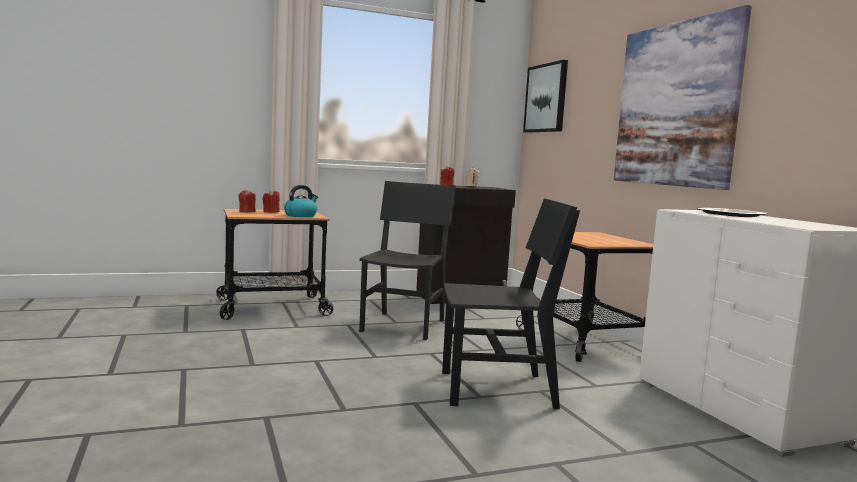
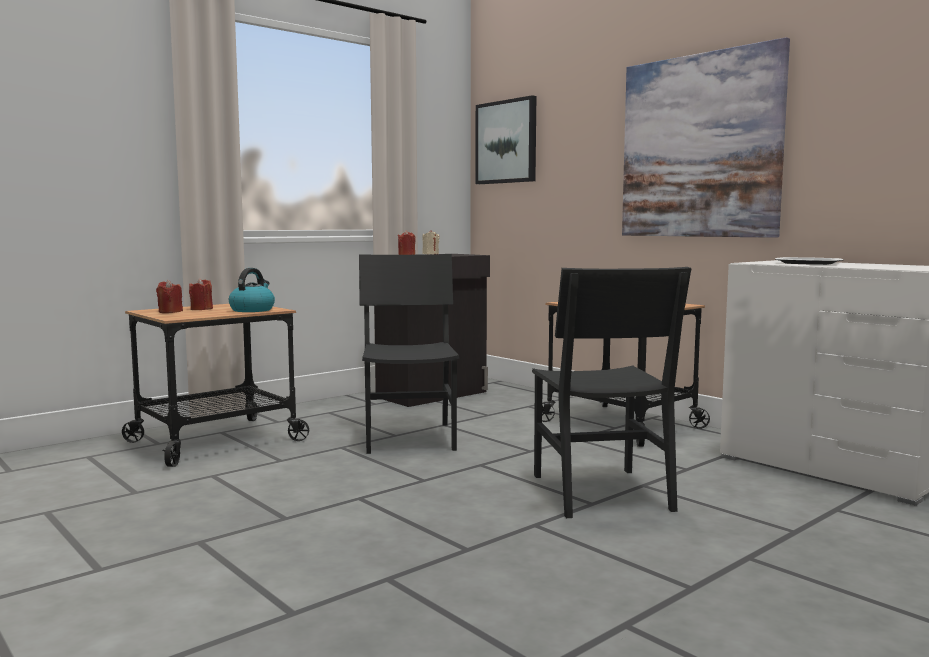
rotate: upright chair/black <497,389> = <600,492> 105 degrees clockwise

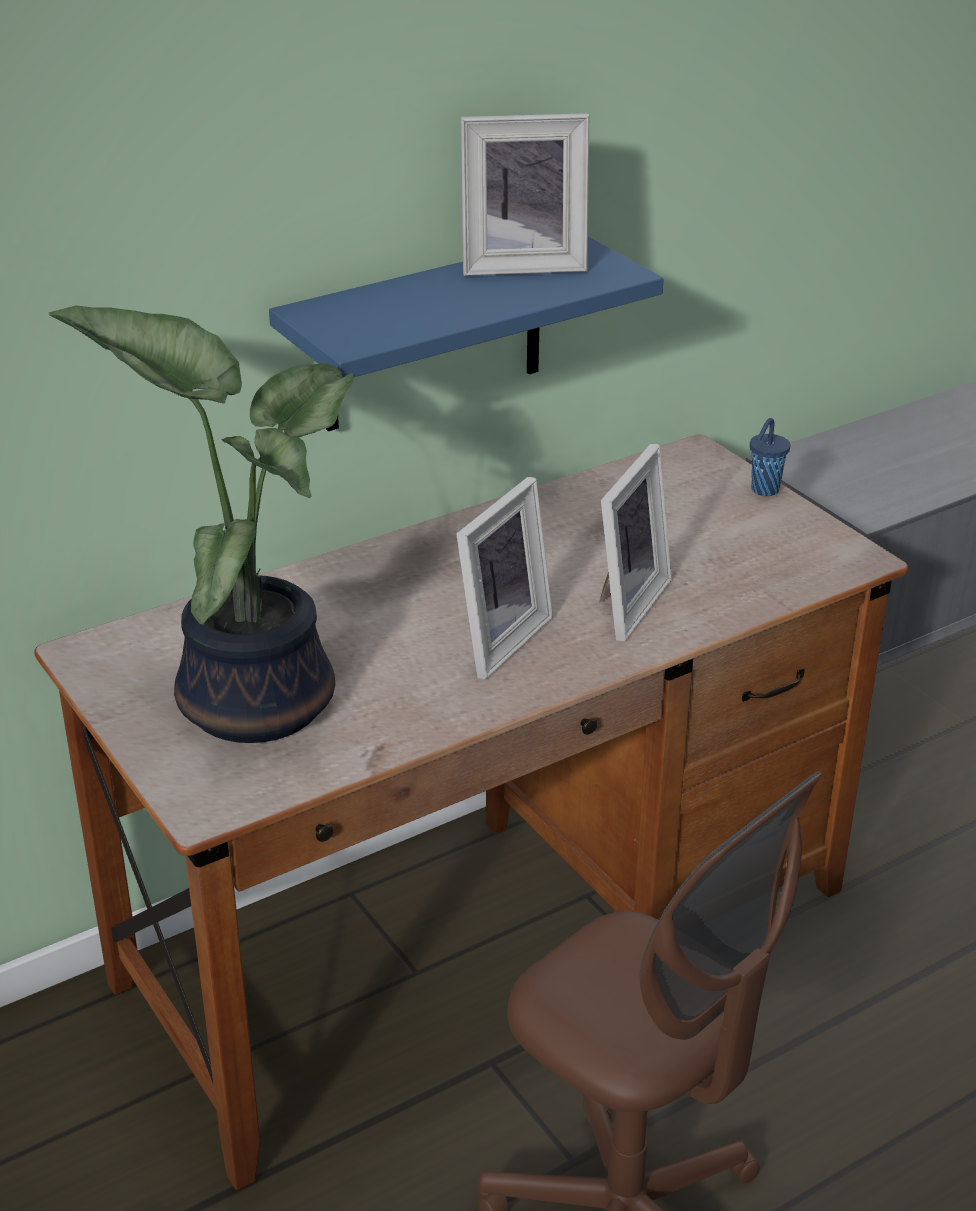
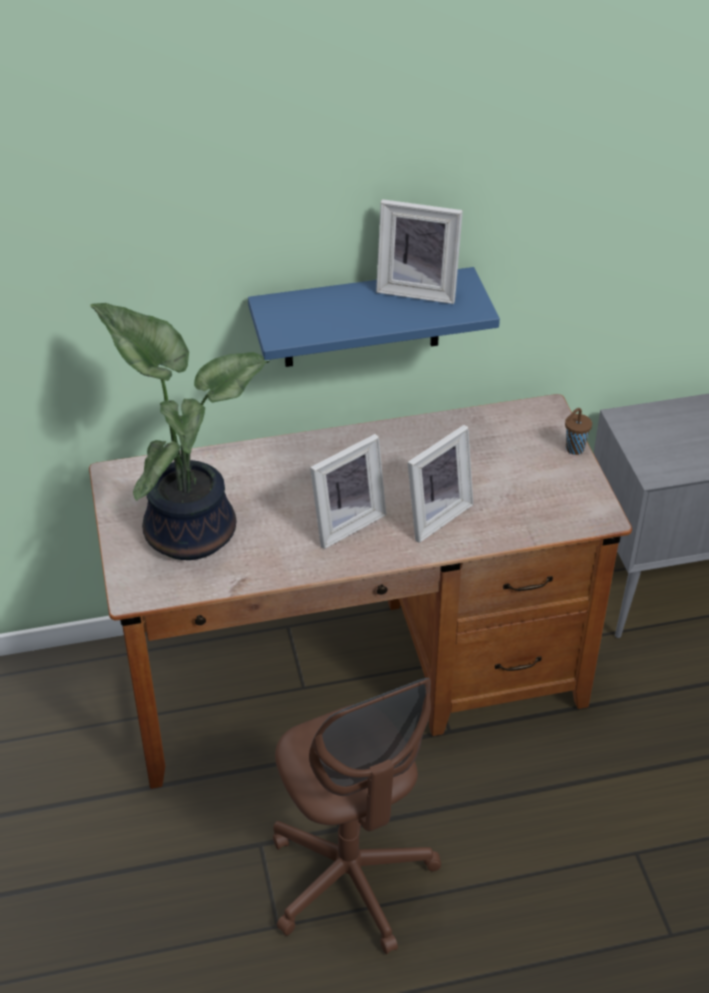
recolor: cup/blue <764,490> to cup/brown-coloured <573,449>

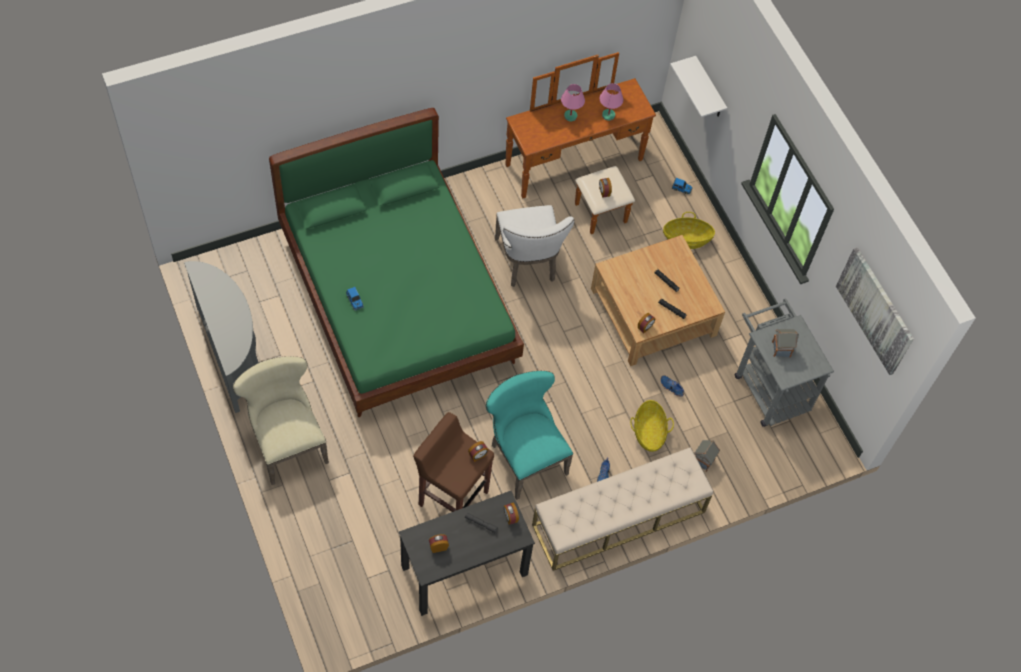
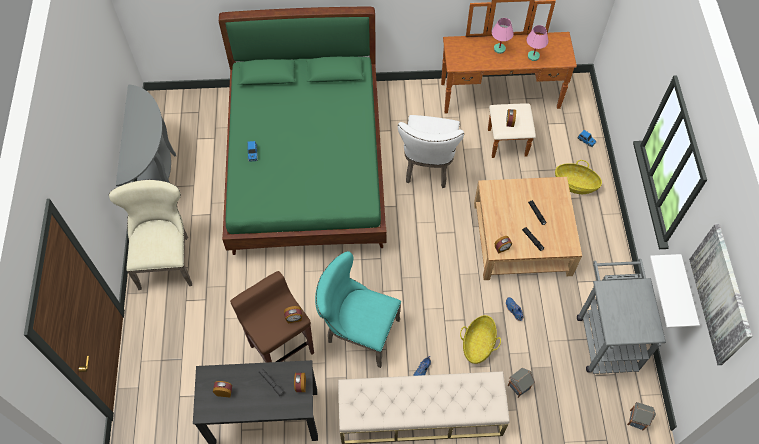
move: bracket shelf/white-coloured <709,89> to <685,294>; toy house <781,349> to <637,420>
rotate: upright chair/turquoise-coloured <524,456> = <358,331> 60 degrees counterclockwise

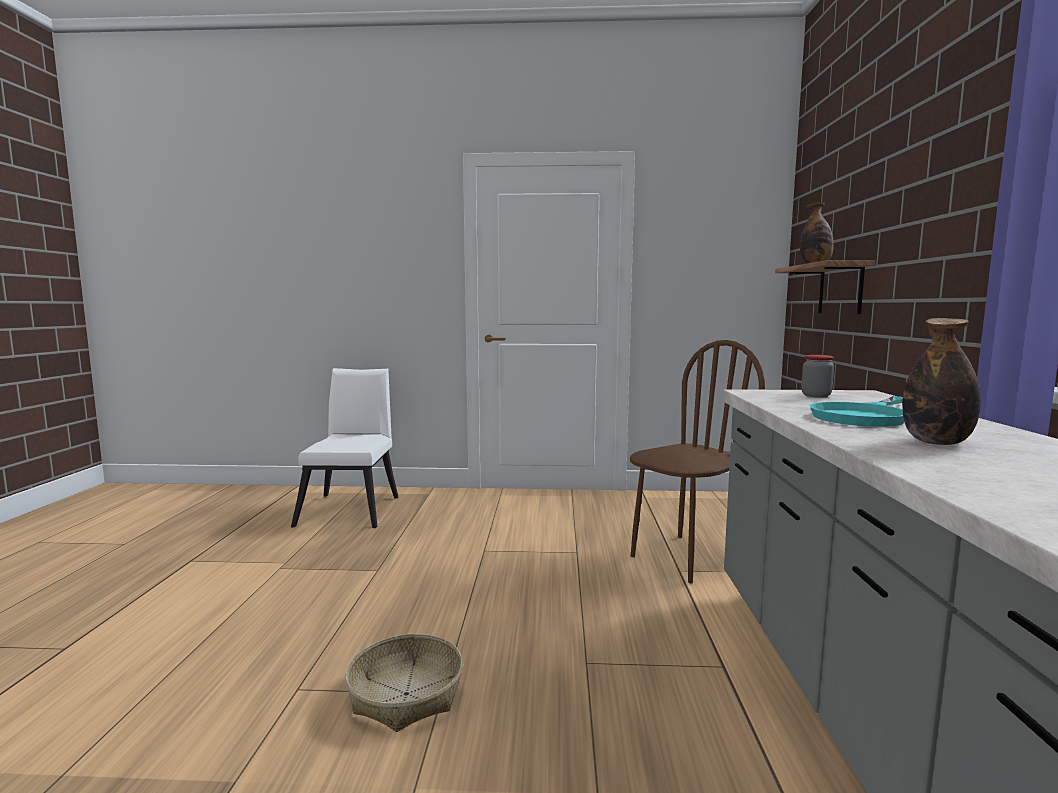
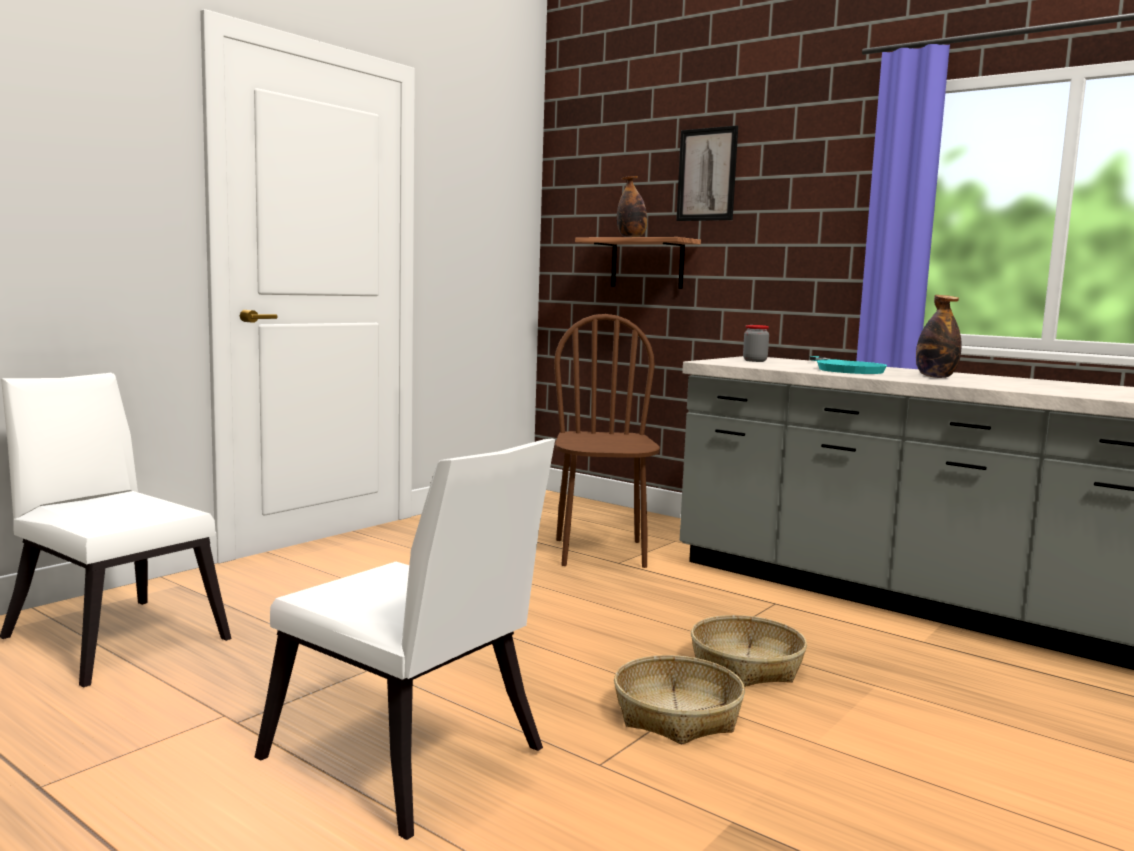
insert: wall art <707,174>; upright chair/white-coloured <411,763>; basket <746,665>

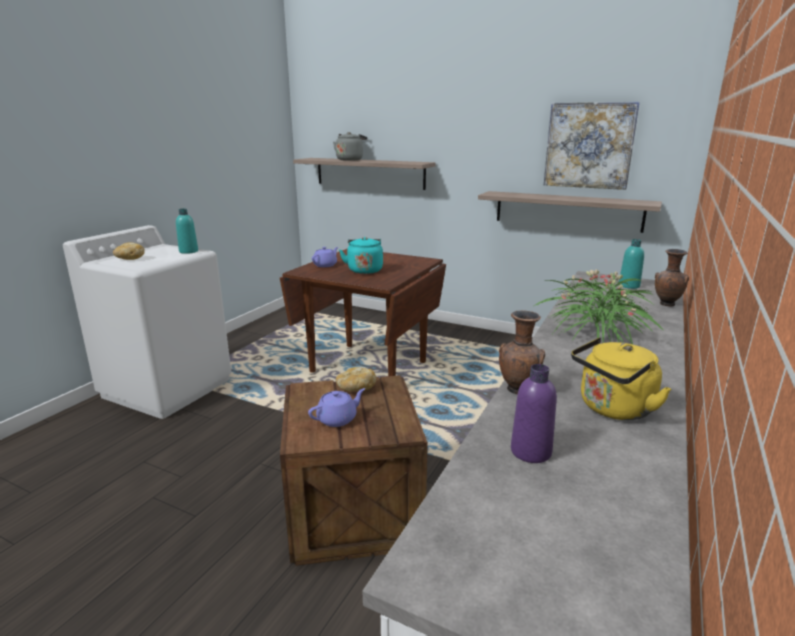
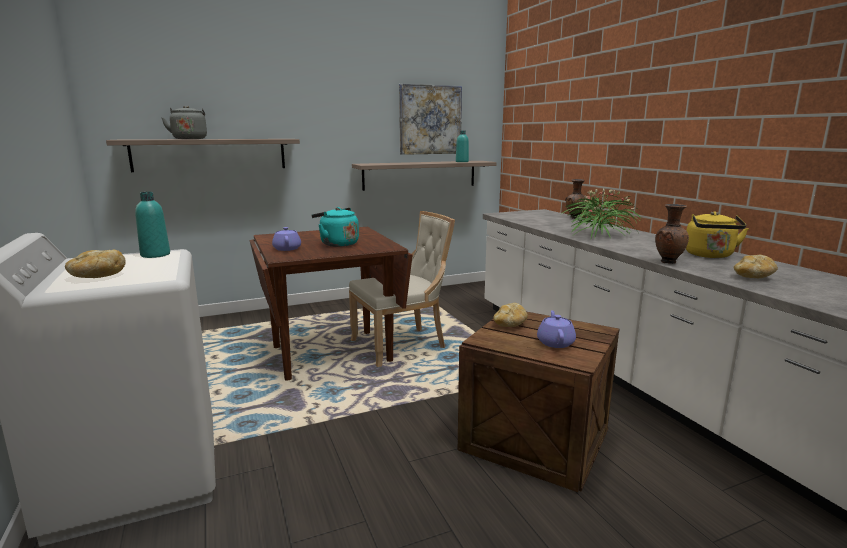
insert: upright chair/beige-coloured <402,345>
move: bottle/turquoise-coloured <629,286> to <462,162>
replace: bottle/purple <530,451> to baked bread <753,277>

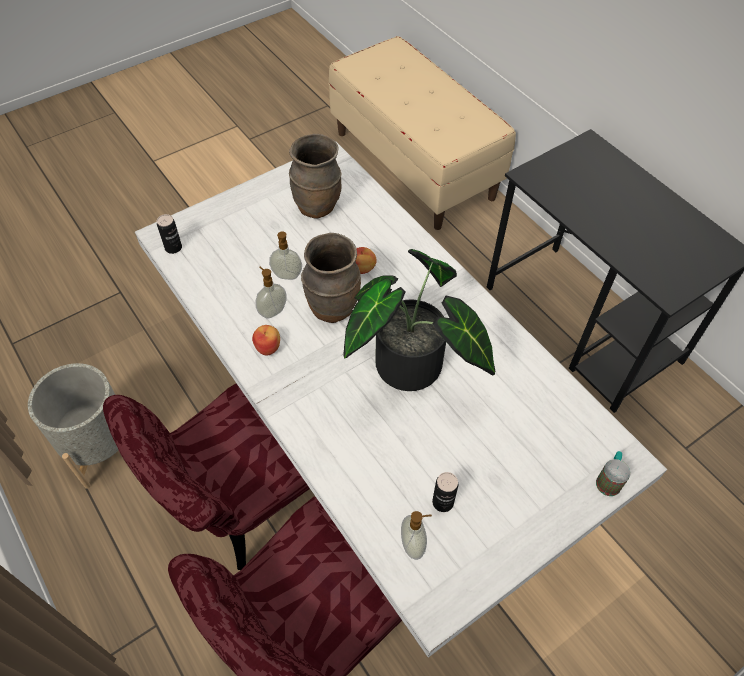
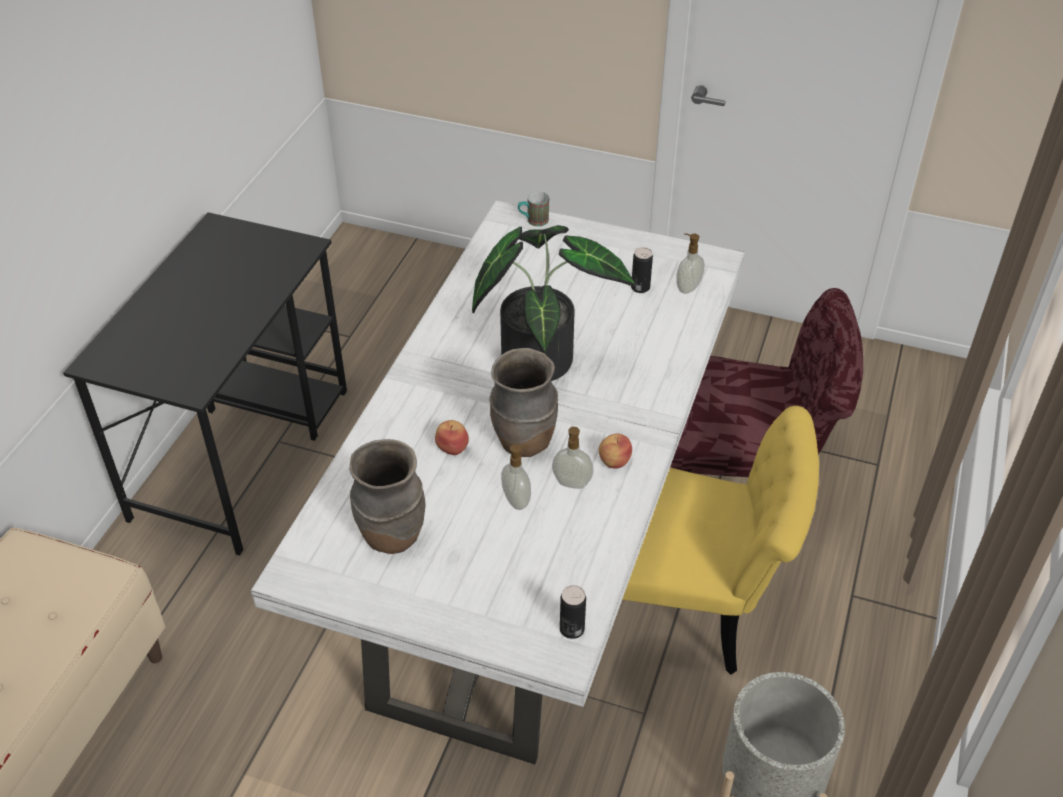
recolor: upright chair/reddish <242,504> to upright chair/yellowish <695,609>

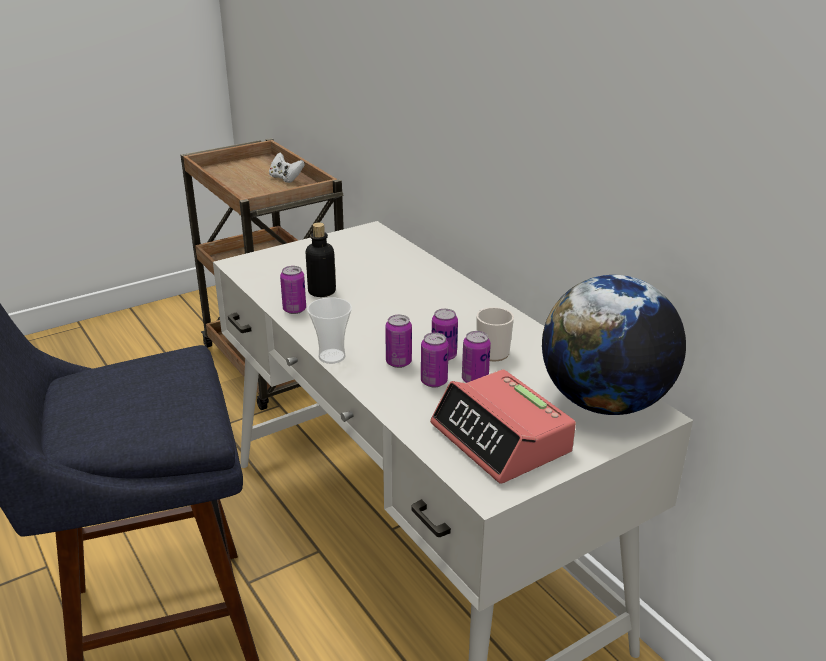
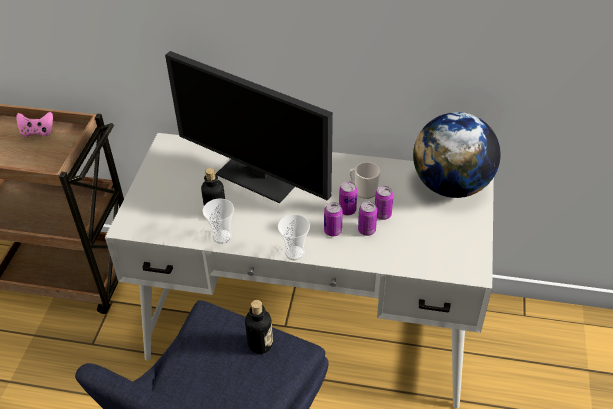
delete: table clock <501,439>
insert: computer display <261,175>; bottle <260,344>
replace: can <294,309> to cup <222,236>
recolor: game controller/white-coloured <286,178> to game controller/pink-coloured <37,132>

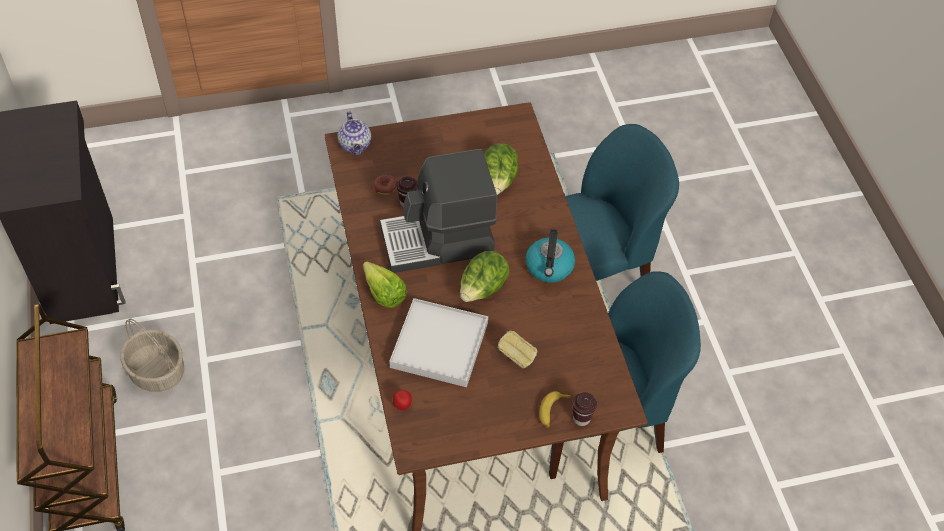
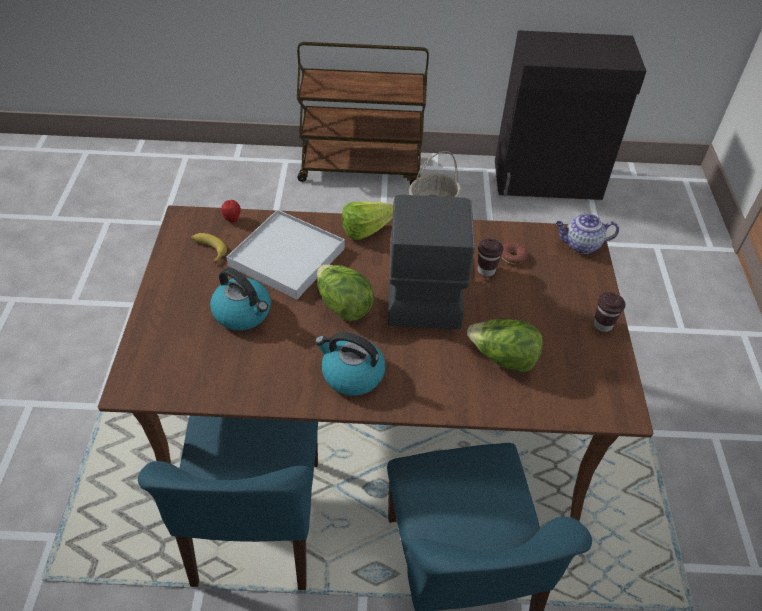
move: banana <552,411> to <209,249>; cup/brown-coloured <581,418> to <602,325>
replace: baked bread <516,356> to tea kettle <243,313>

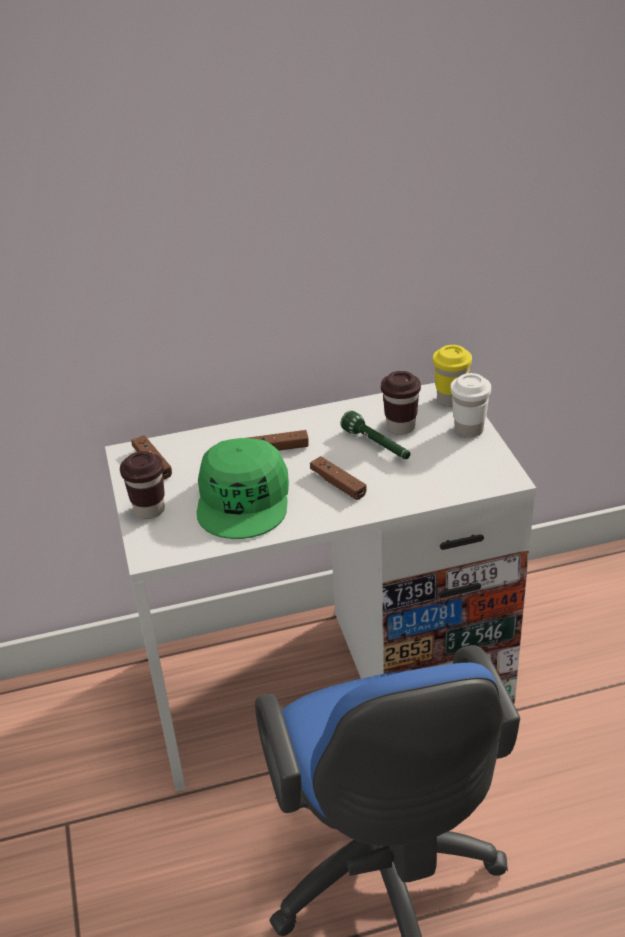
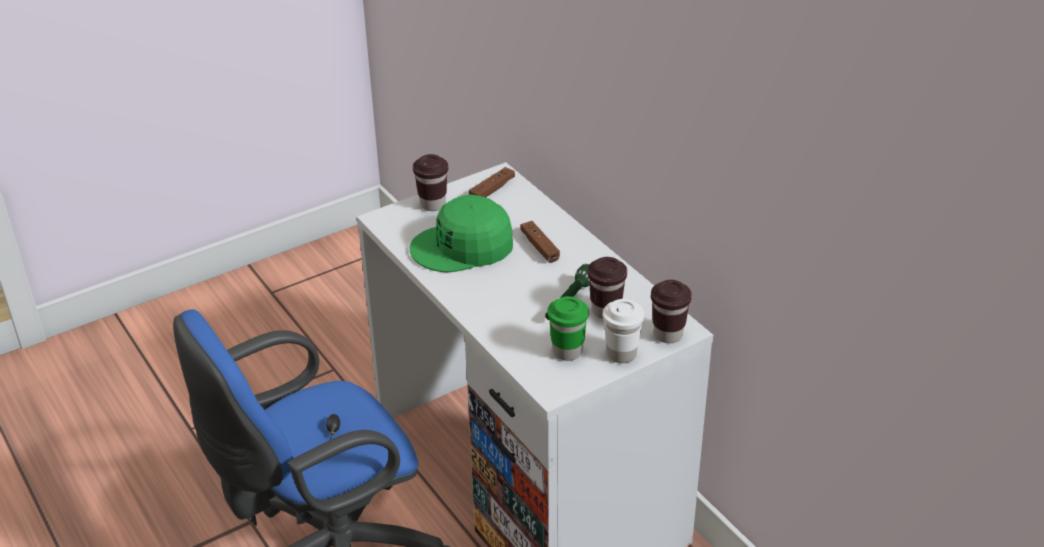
delete: game controller/brown-coloured <338,484>
insert: cup/greenish <567,352>
recolor: cup/yellowish <451,400> to cup/brown-coloured <668,334>

